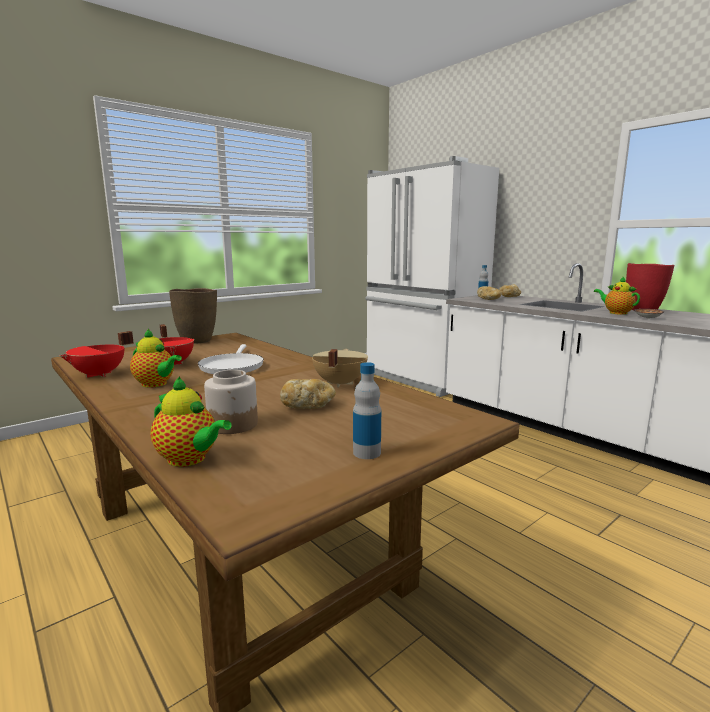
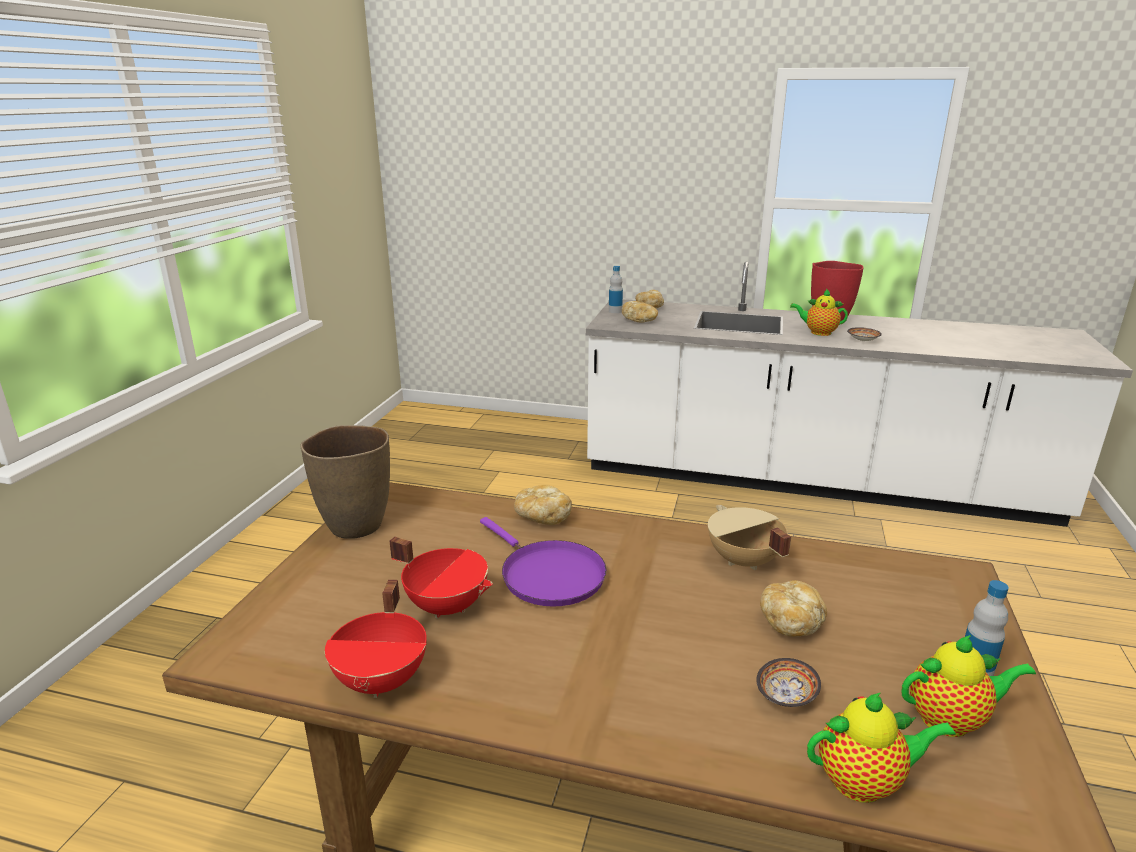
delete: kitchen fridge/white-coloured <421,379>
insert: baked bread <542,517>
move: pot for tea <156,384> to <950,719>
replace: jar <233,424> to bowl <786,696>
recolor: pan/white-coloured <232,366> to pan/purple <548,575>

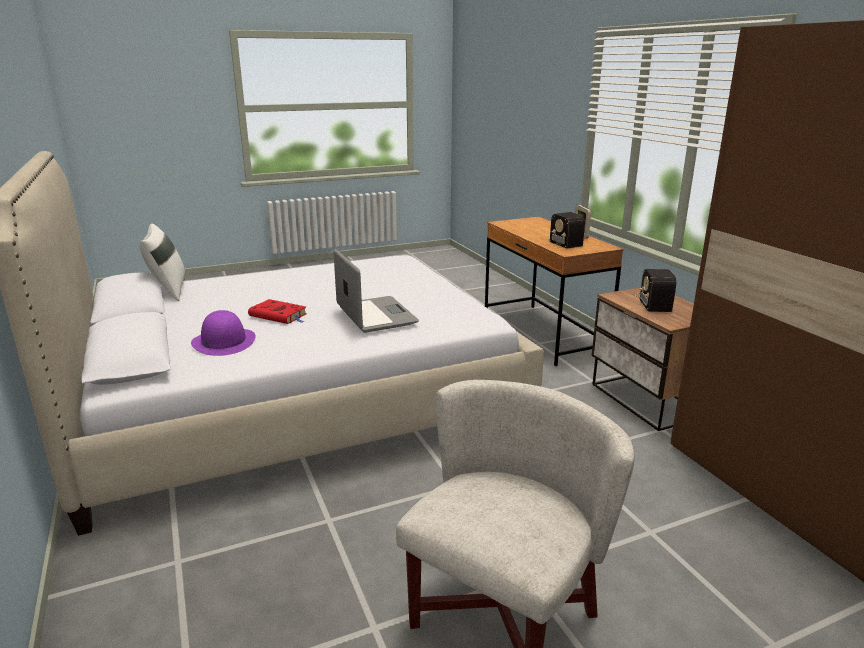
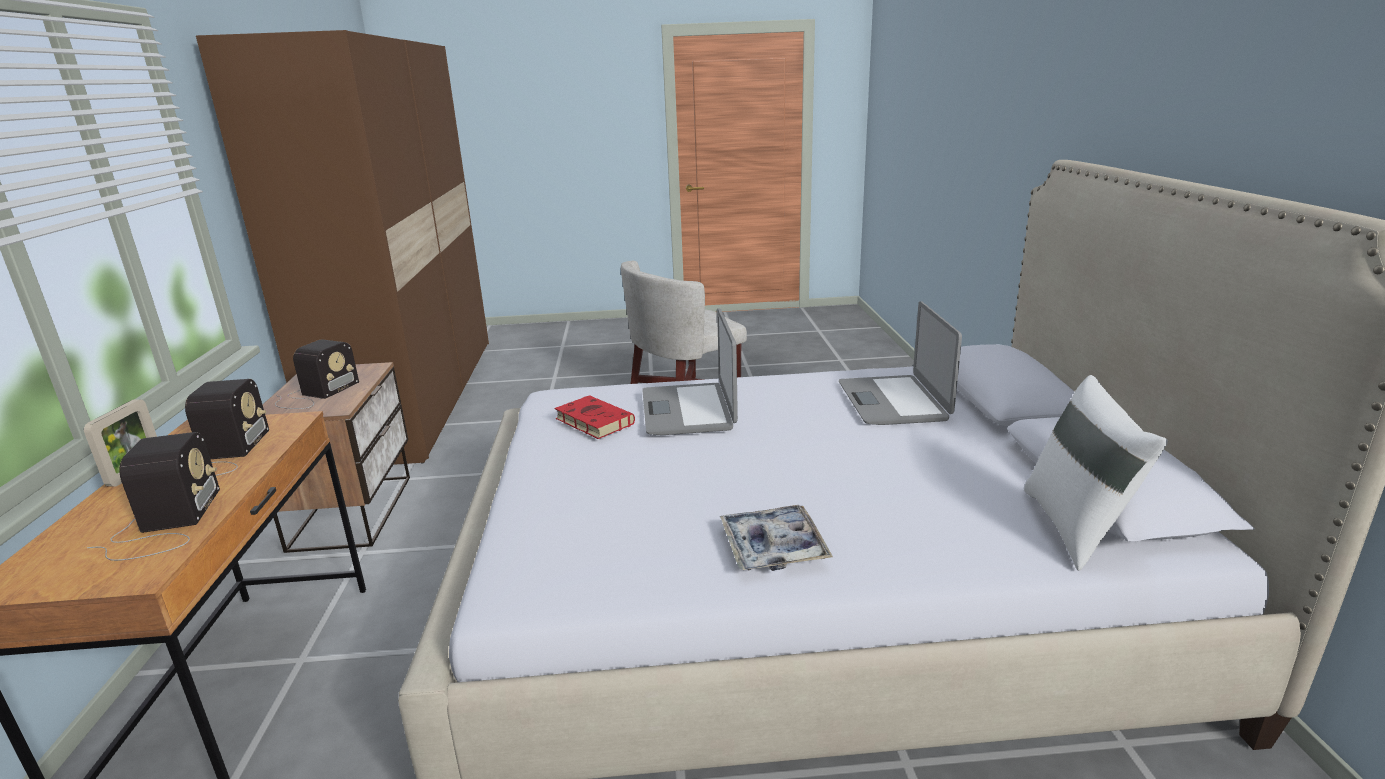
insert: radio receiver <165,525>; tray <773,547>
move: volume/reddish <279,315> to <592,421>
replace: clothing hat/purple <223,341> to portable computer <893,401>

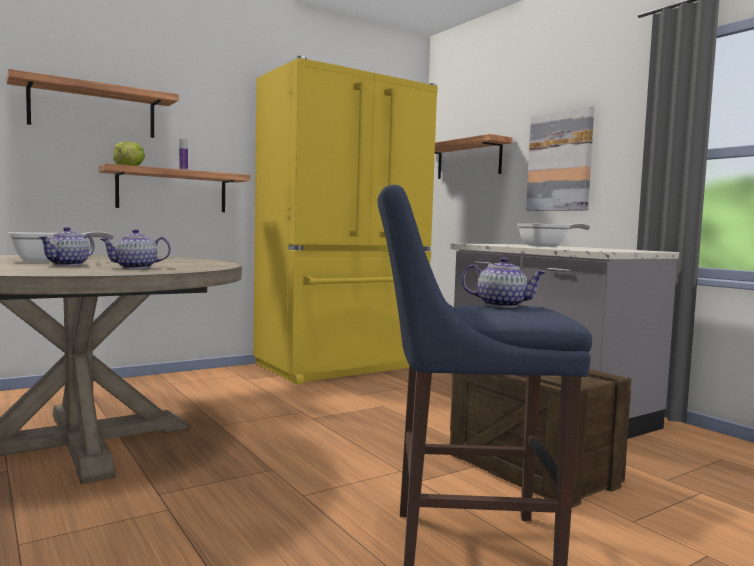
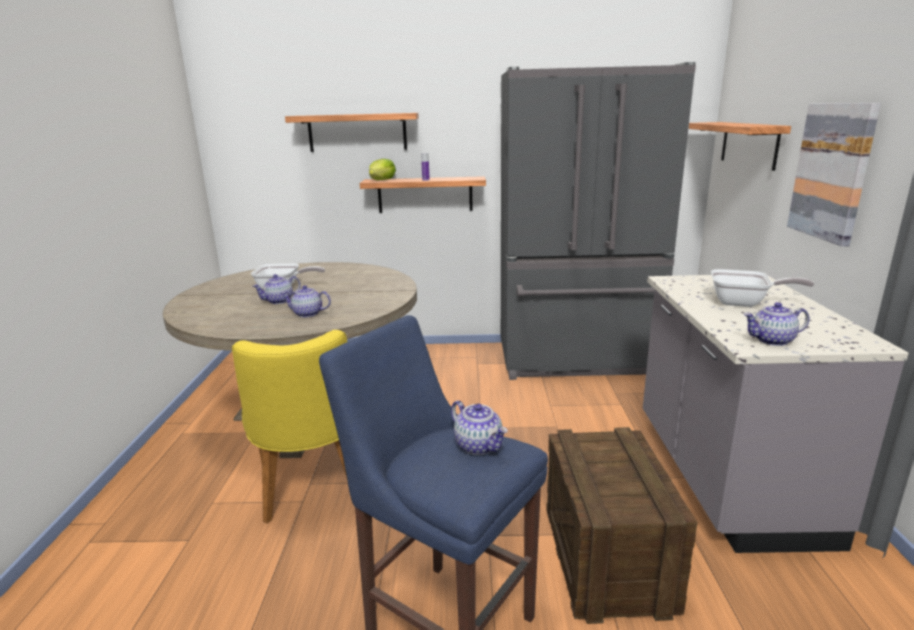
insert: pot for tea <772,340>; upright chair/yellowish <313,492>
recolor: kitchen fridge/yellowish <344,366> to kitchen fridge/greyish <576,360>

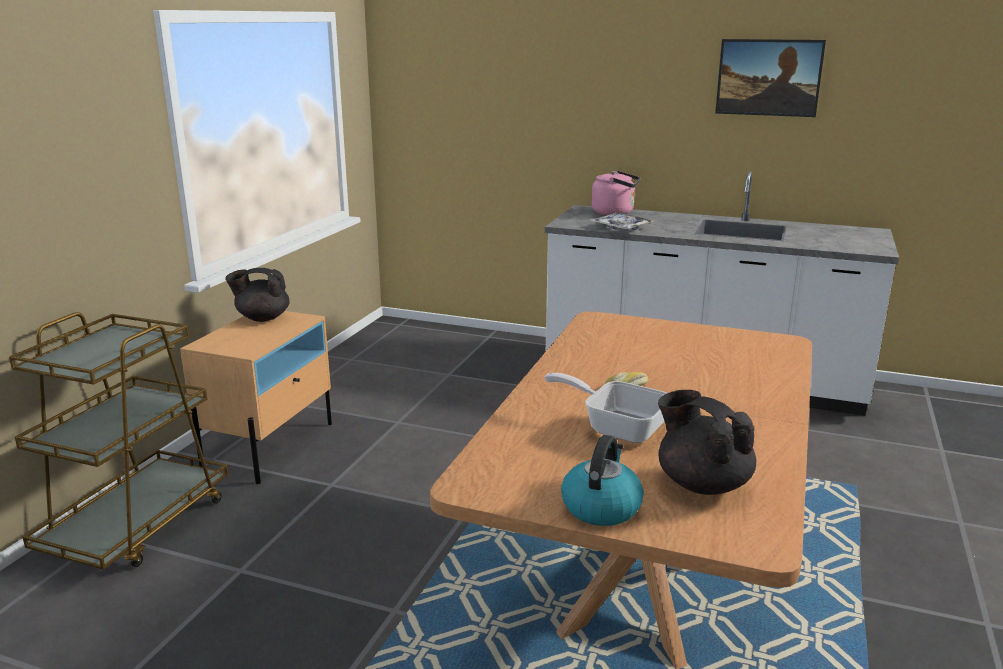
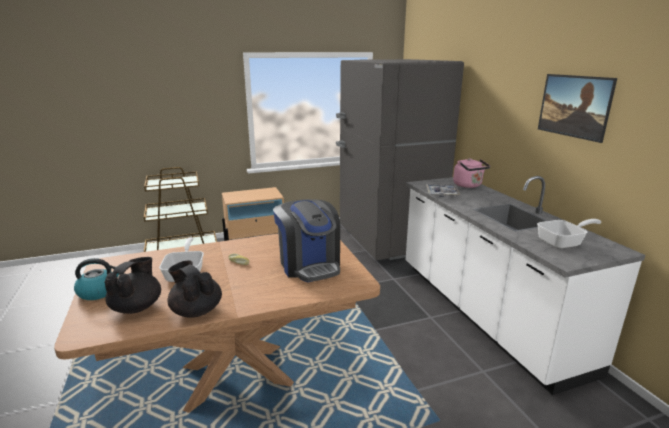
insert: kitchen fridge/greyish <387,239>; coffee machine <309,265>; pan <563,242>
move: pot for tea/black <262,318> to <196,310>

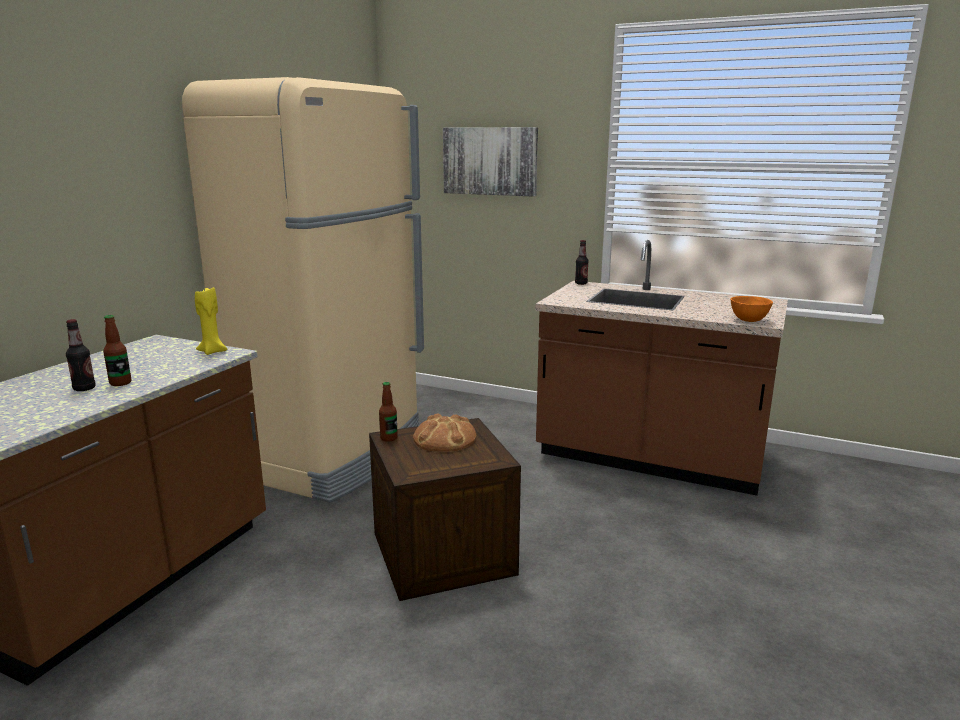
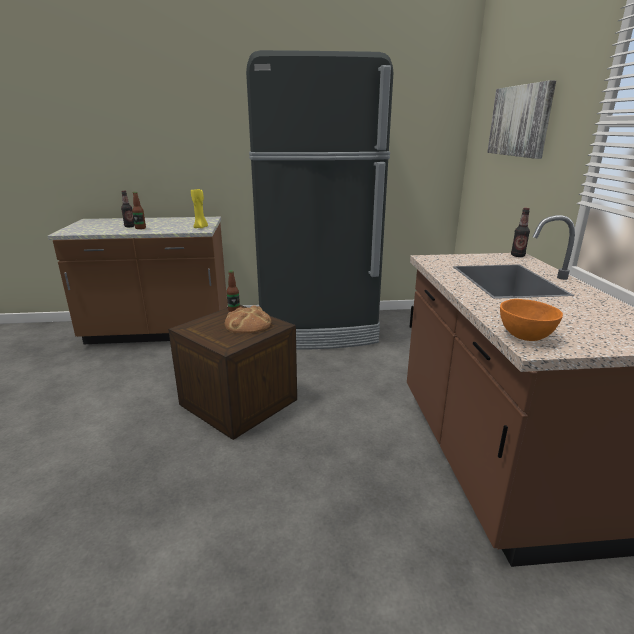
recolor: kitchen fridge/beige-coloured <333,456> to kitchen fridge/black <318,329>

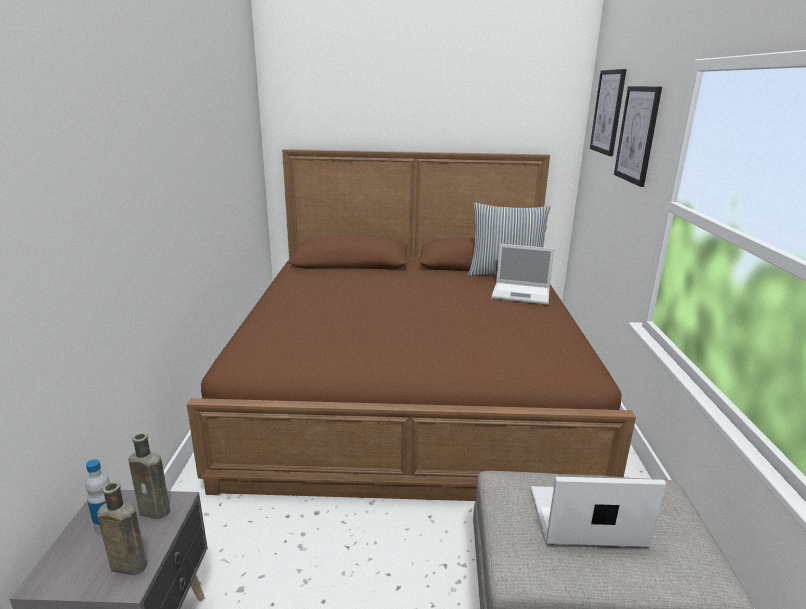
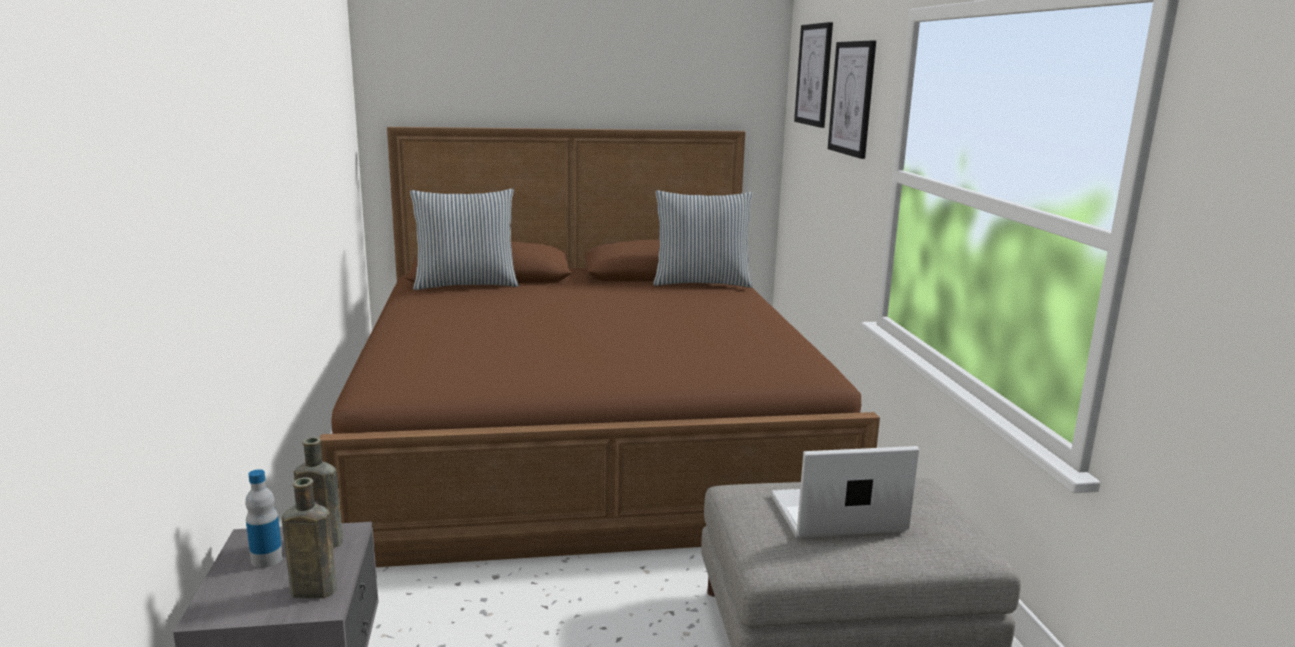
delete: portable computer <522,294>
insert: pillow <466,284>

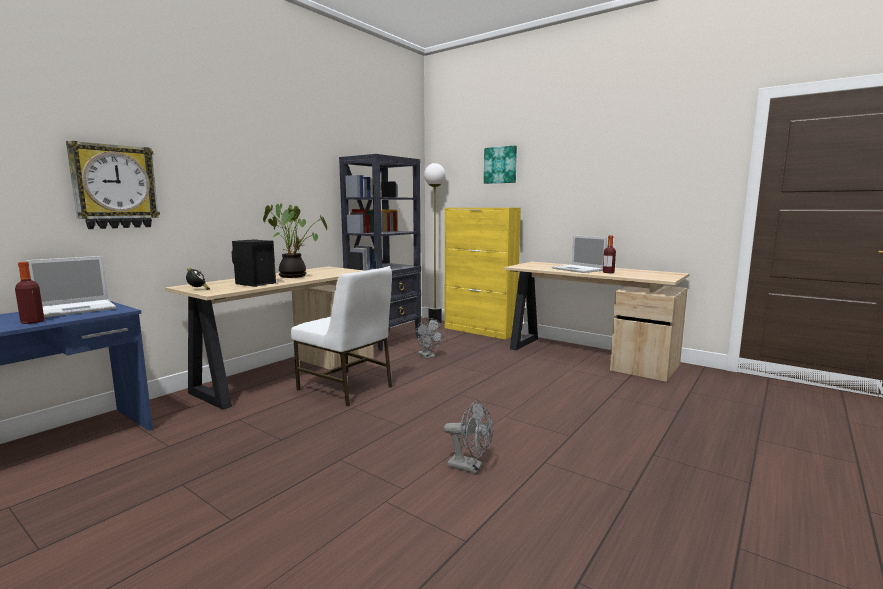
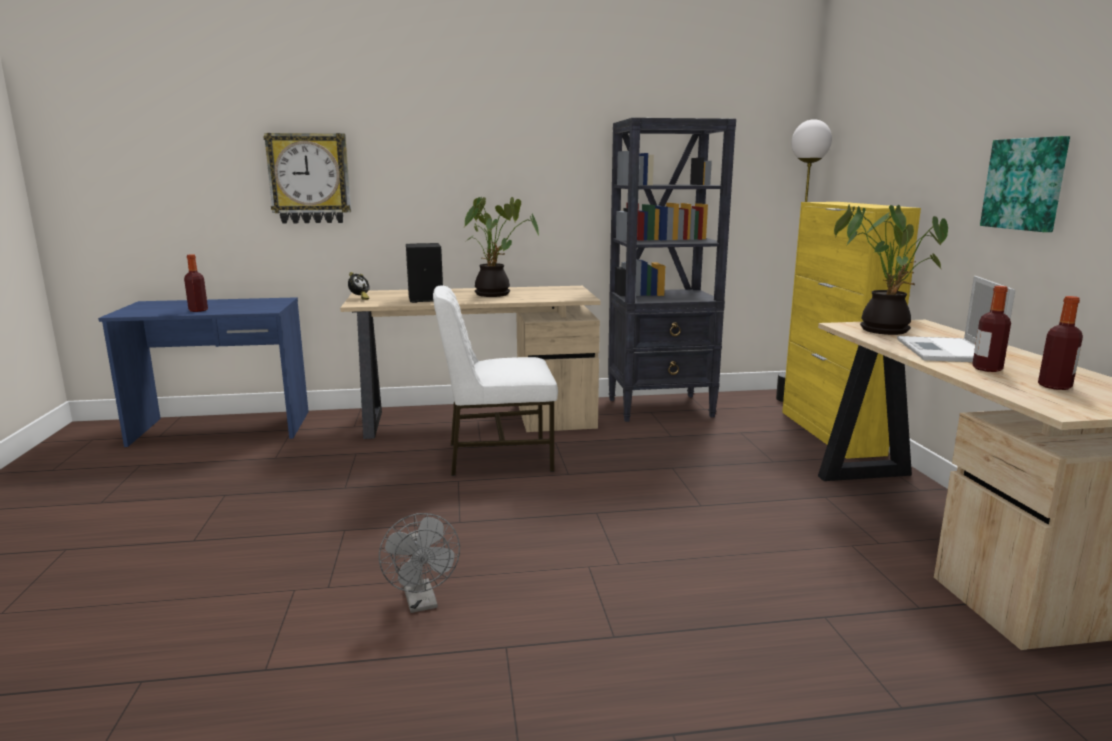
delete: portable computer <77,309>; cooling fan/greyish <428,356>
insert: houseplant <883,329>; bottle <1054,386>
move: wall art <500,165> to <1026,184>
rotate: upright chair/white-coloured <346,388> = <497,456> 90 degrees clockwise

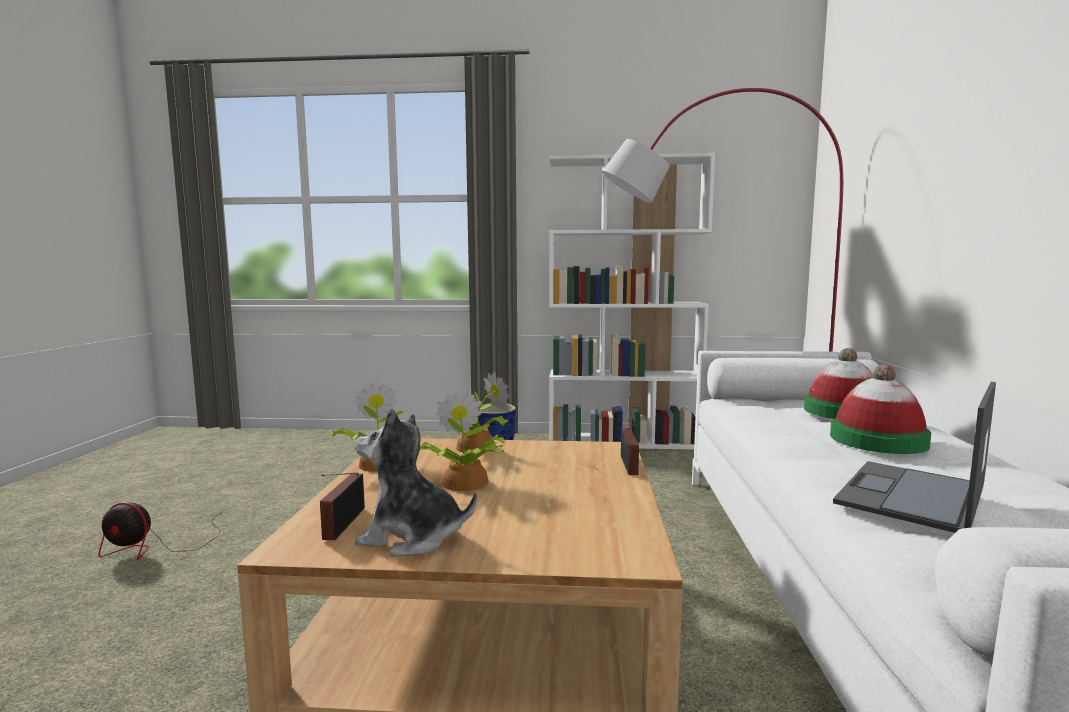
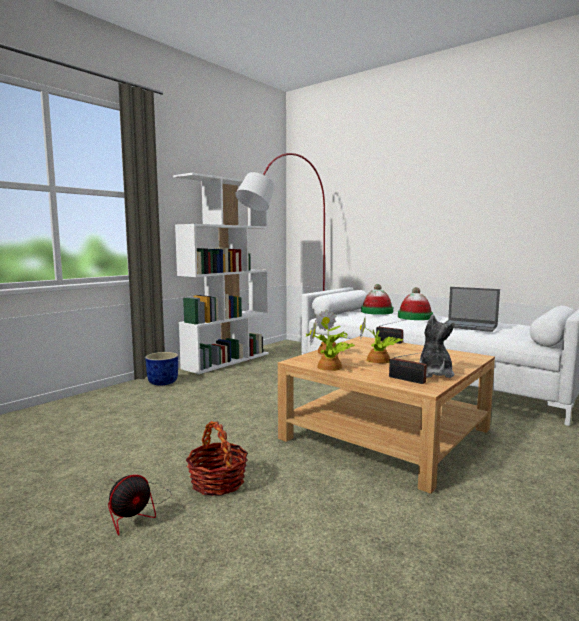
insert: basket <217,482>
rotate: portable computer <911,496> = <470,326> 45 degrees counterclockwise; plush toy <411,538> = <434,373> 135 degrees clockwise

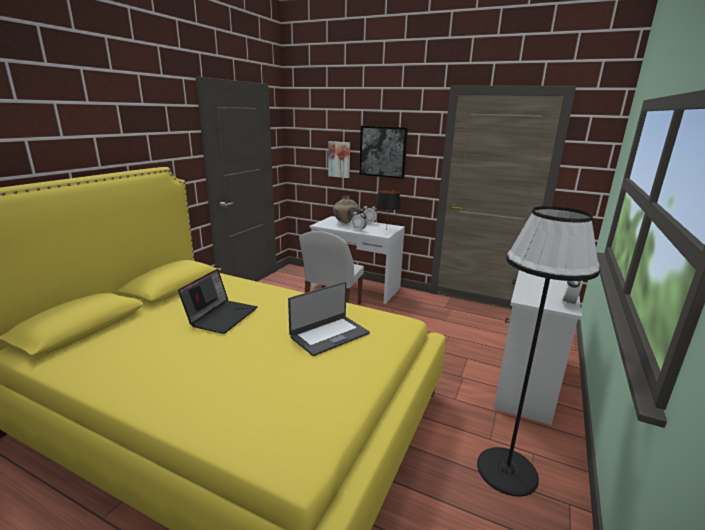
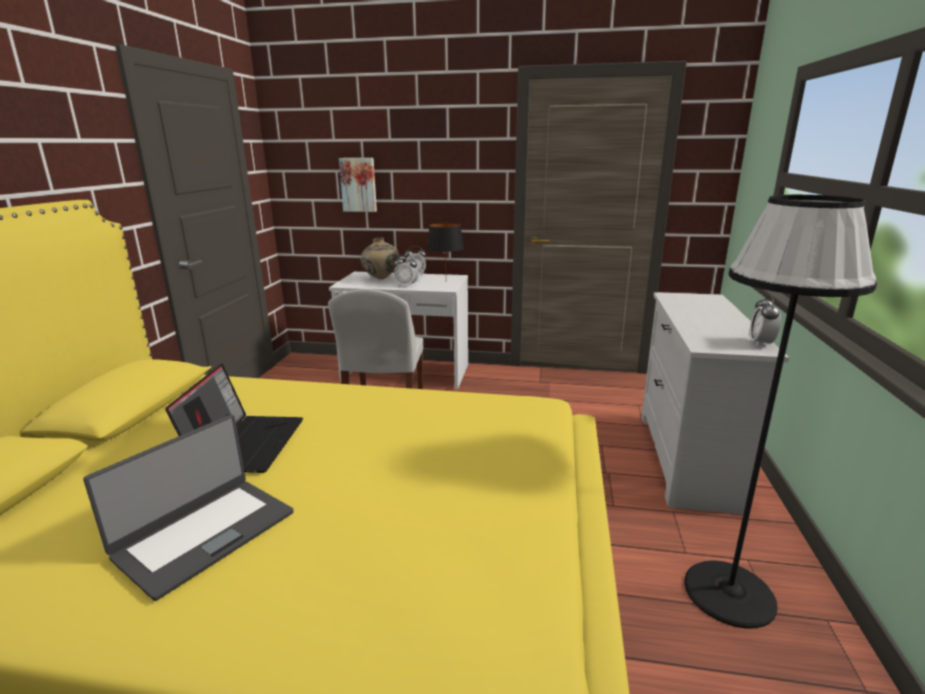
delete: wall art <383,151>
move: portable computer <329,335> to <204,533>

